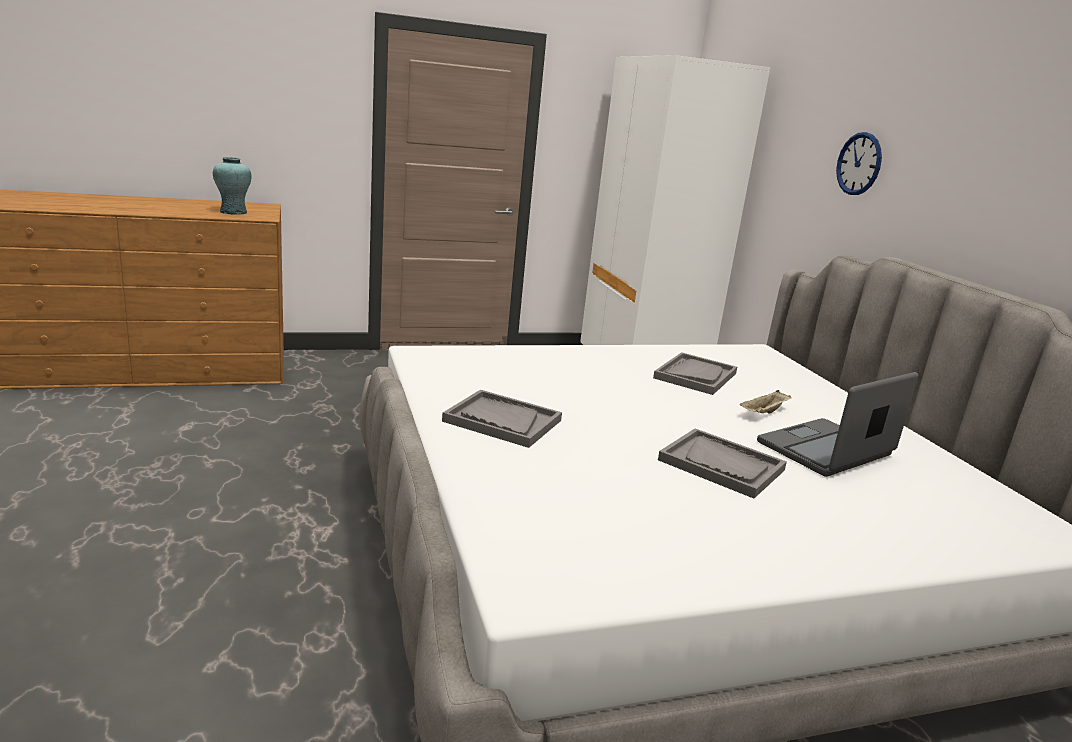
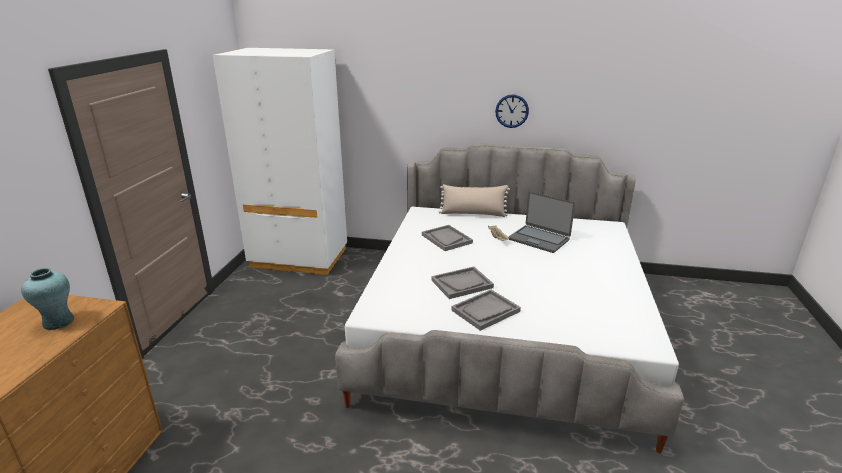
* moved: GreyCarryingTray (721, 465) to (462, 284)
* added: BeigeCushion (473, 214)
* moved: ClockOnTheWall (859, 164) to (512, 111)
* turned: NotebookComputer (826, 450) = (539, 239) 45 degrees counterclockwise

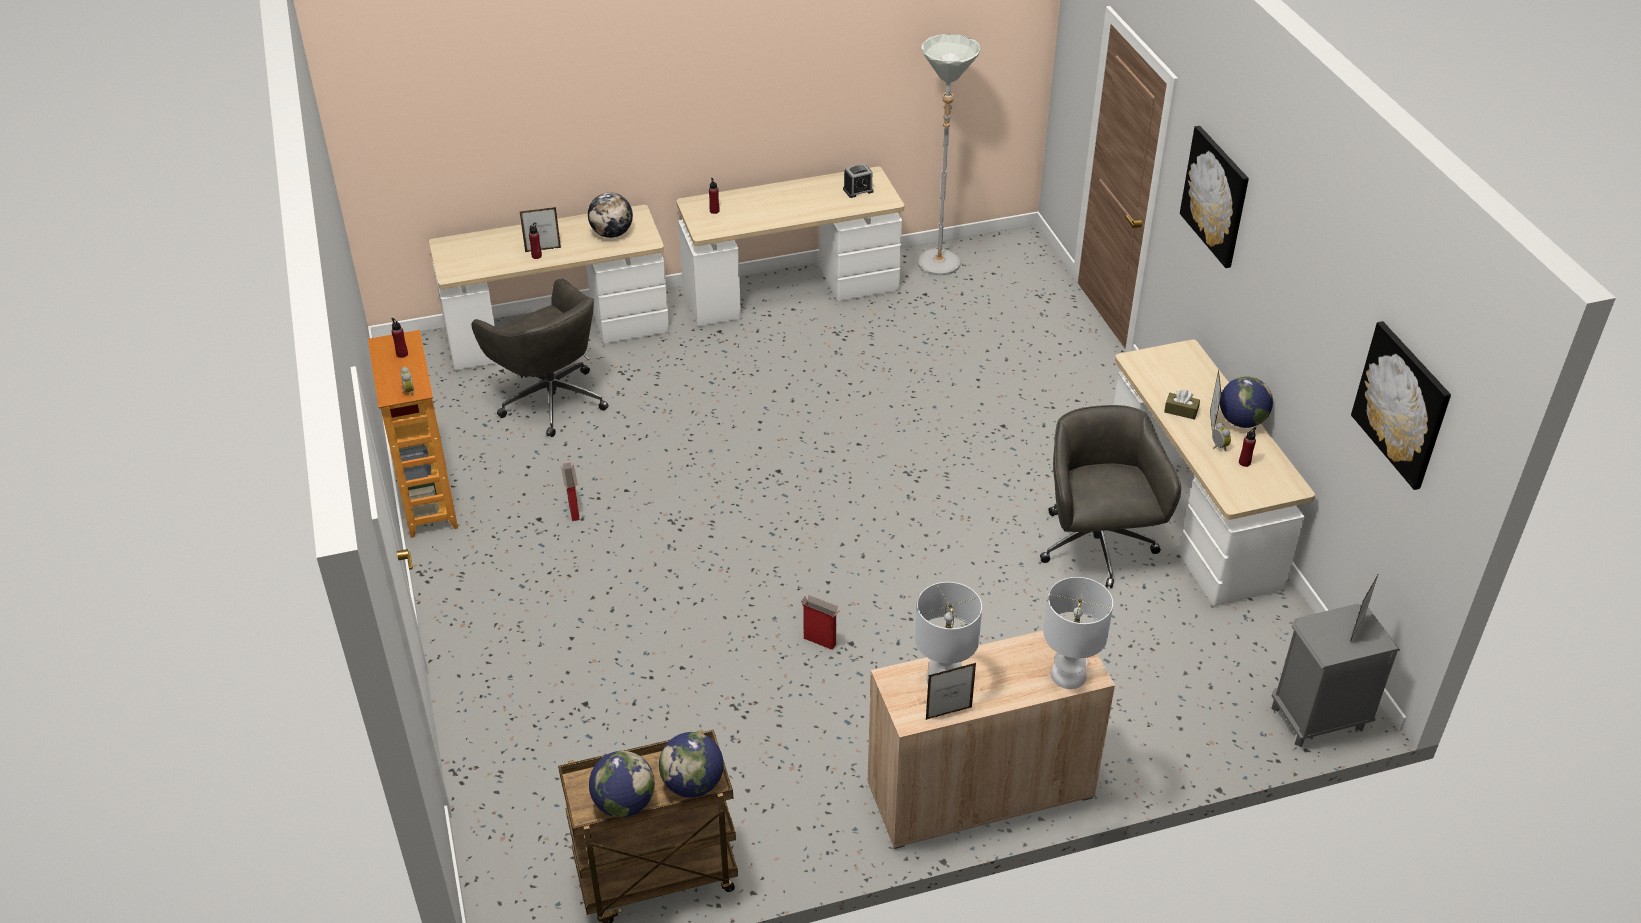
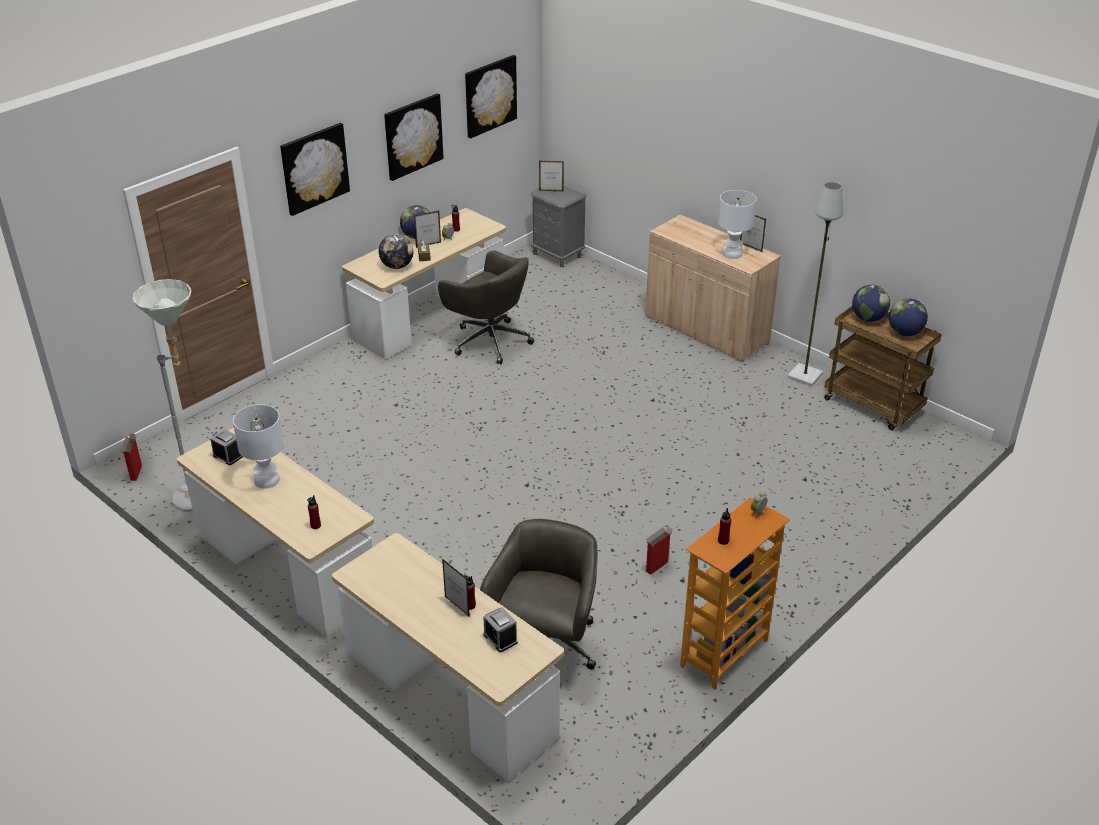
* moved: CardboardBox (820, 641) to (136, 472)
* moved: WhiteColouredLampForATable (1069, 675) to (266, 480)
* moved: Globe (612, 233) to (397, 266)
* added: WallArt (413, 136)
* turned: GreyOfficeChair (1096, 548) = (489, 341) 105 degrees counterclockwise
* added: TableClock (500, 638)
* added: GreyStandardLamp (805, 375)

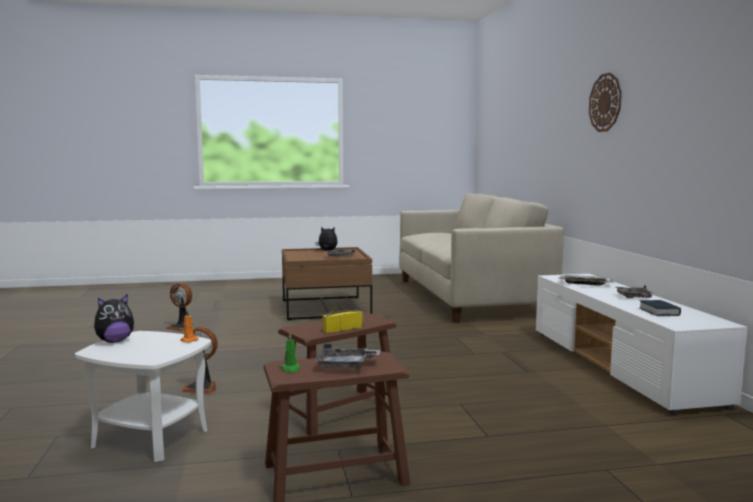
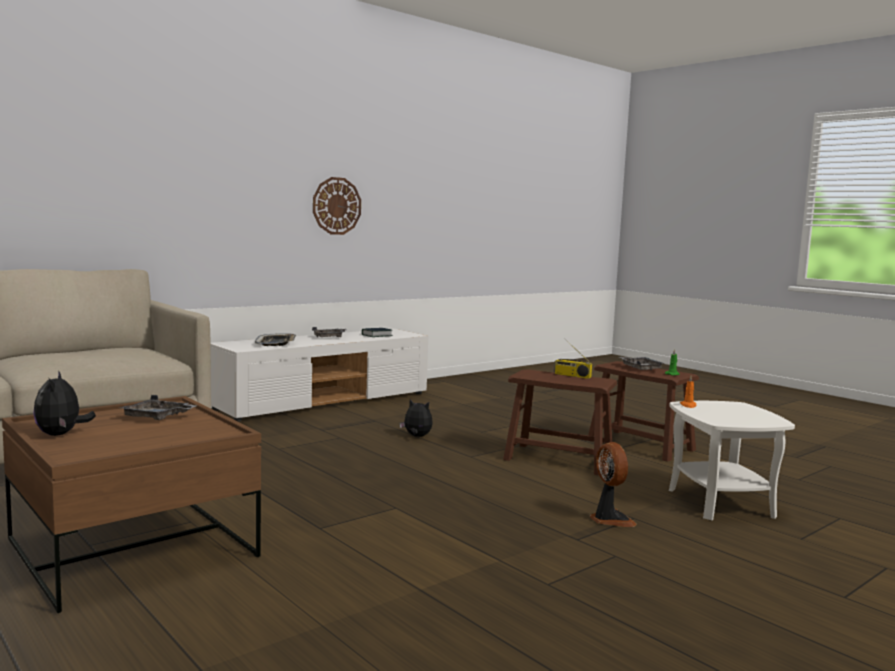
* moved: ClockOnTheWall (605, 102) to (336, 206)
* moved: PlushToy (114, 341) to (417, 436)
* removed: ElectricFan (181, 327)

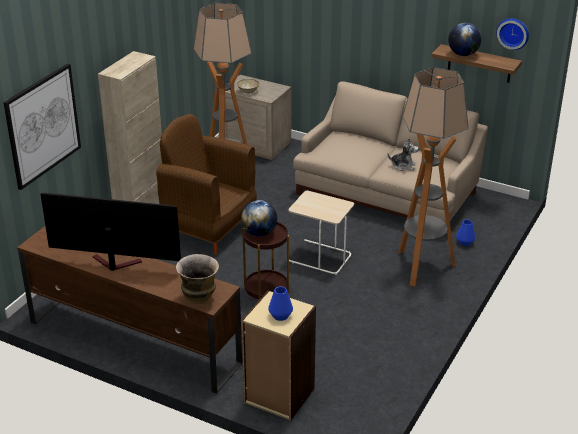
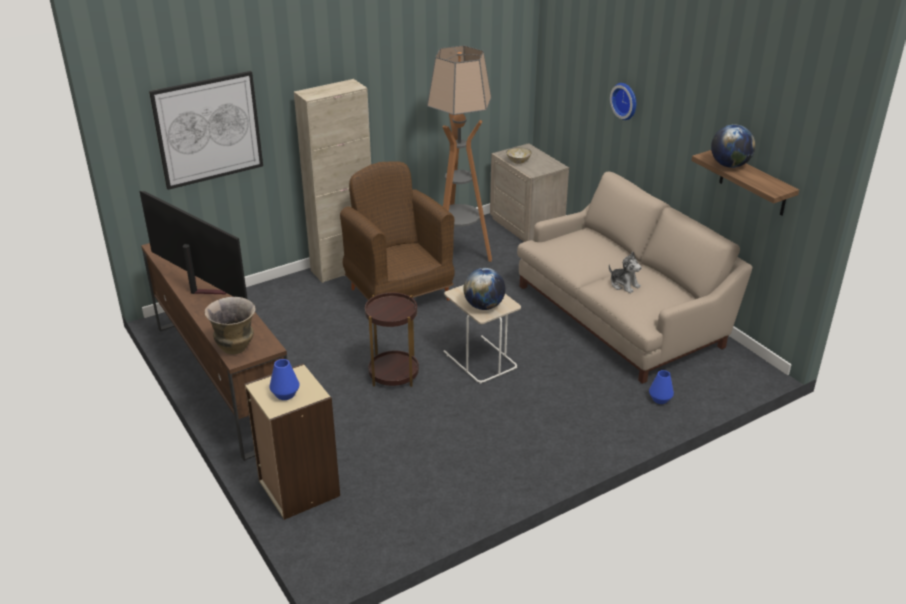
* moved: Globe (259, 233) to (484, 306)
* moved: ClockOnTheWall (513, 33) to (626, 100)
* removed: StandardLamp (422, 267)

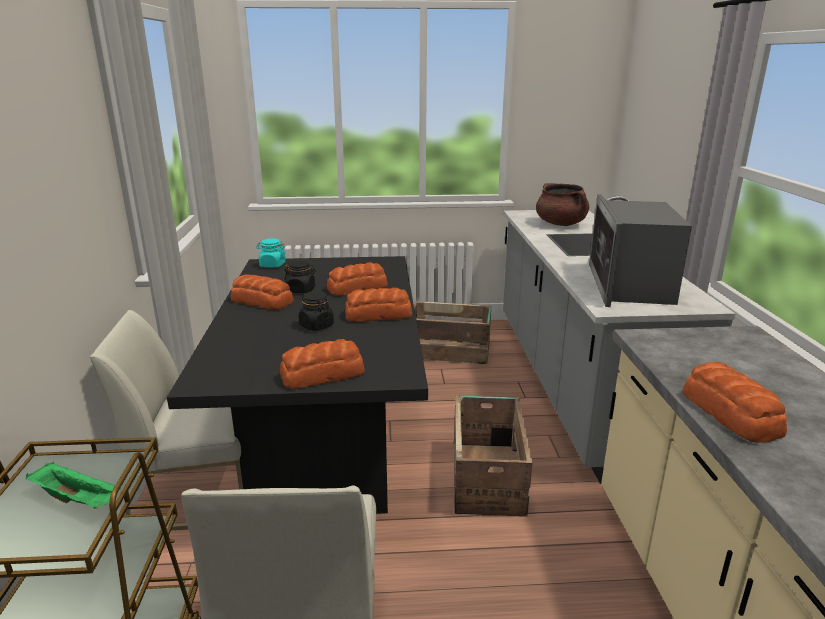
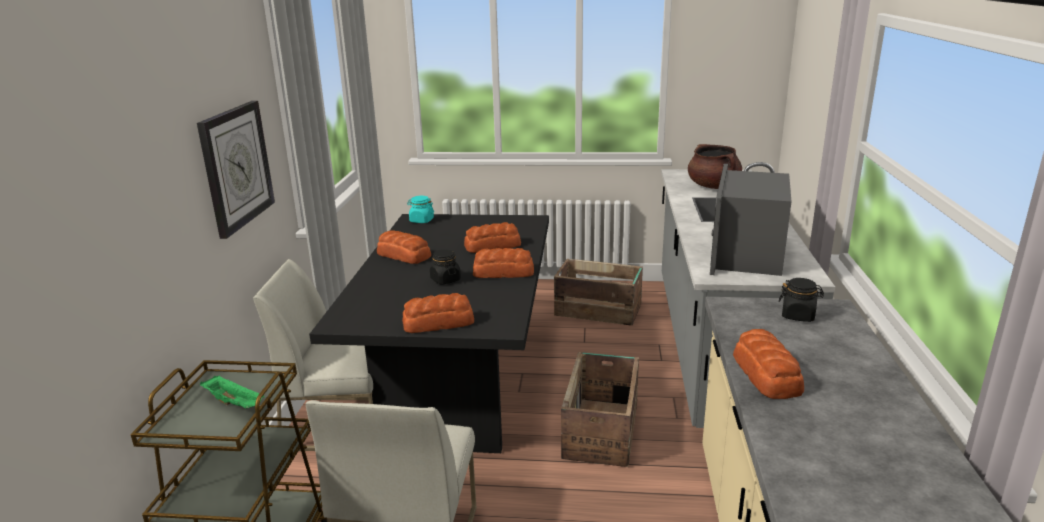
* added: ClockOnTheWall (236, 166)
* moved: BlackJar (301, 290) to (798, 315)

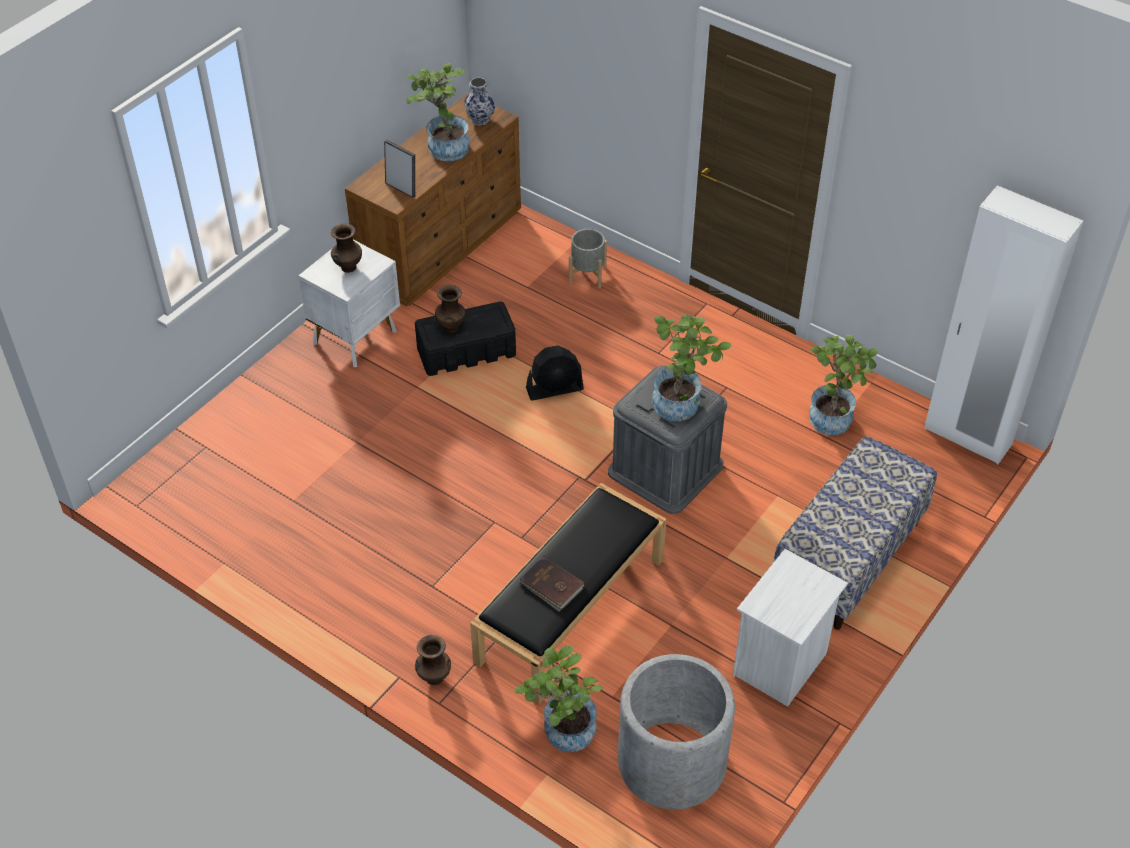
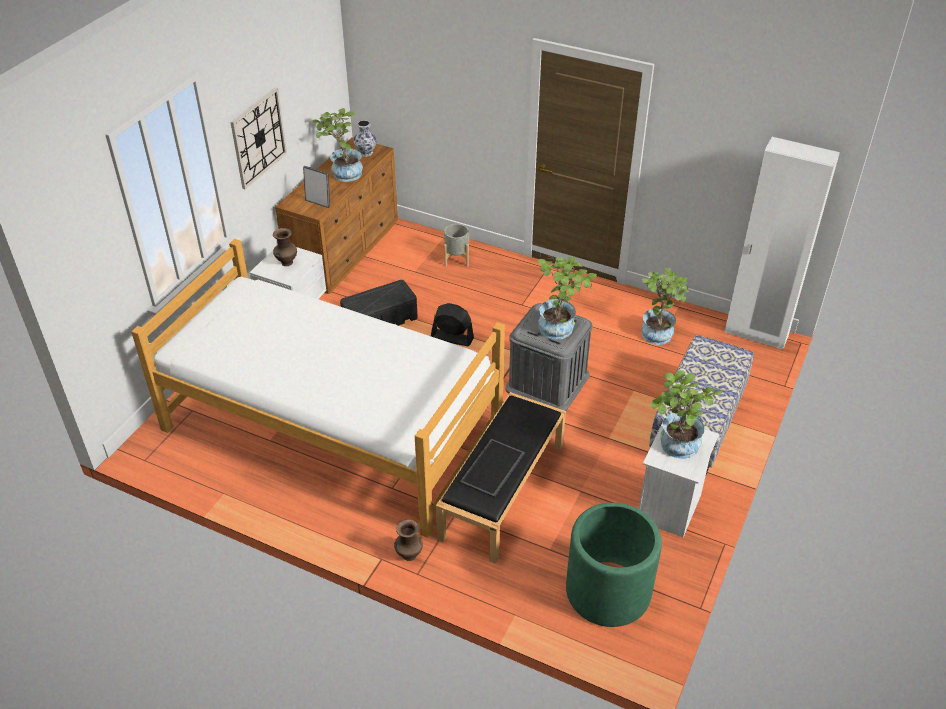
* added: Bed (332, 426)
* added: ClockOnTheWall (258, 138)
* turned: BlackElectricFan (555, 389) = (452, 337) 135 degrees counterclockwise
* replaced: BrownBoundBook (551, 585) to CarryingTray (493, 469)
* recoloured: GreyFlowerPot (671, 762) to GreenishFlowerPot (608, 591)
* moved: PlantInAPot (562, 733) to (675, 447)
* removed: BrownVase (451, 326)

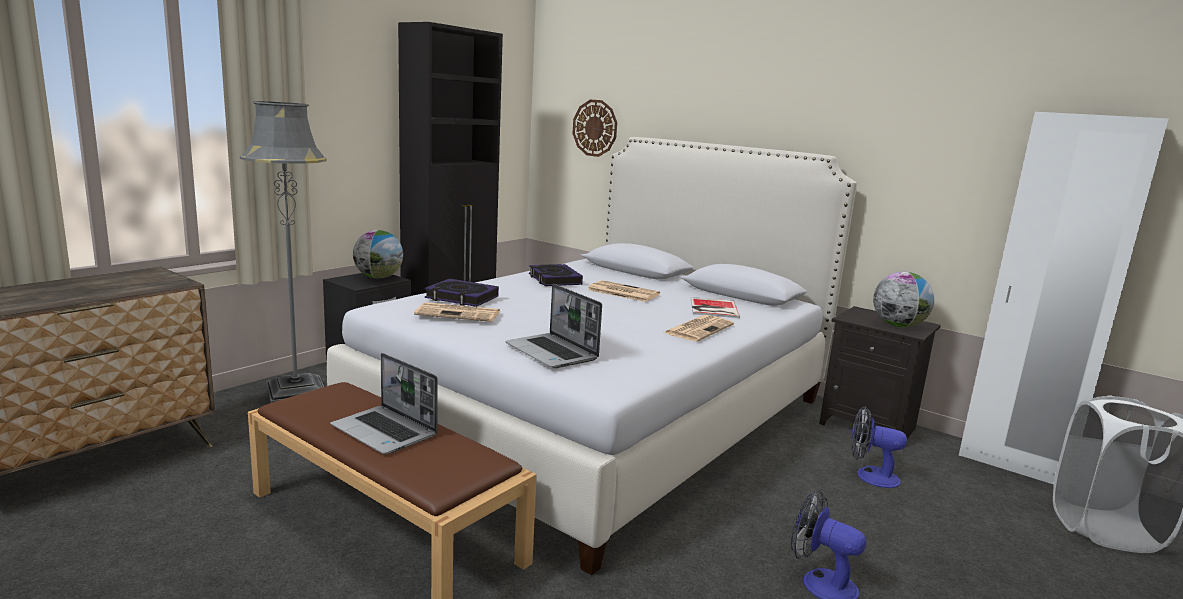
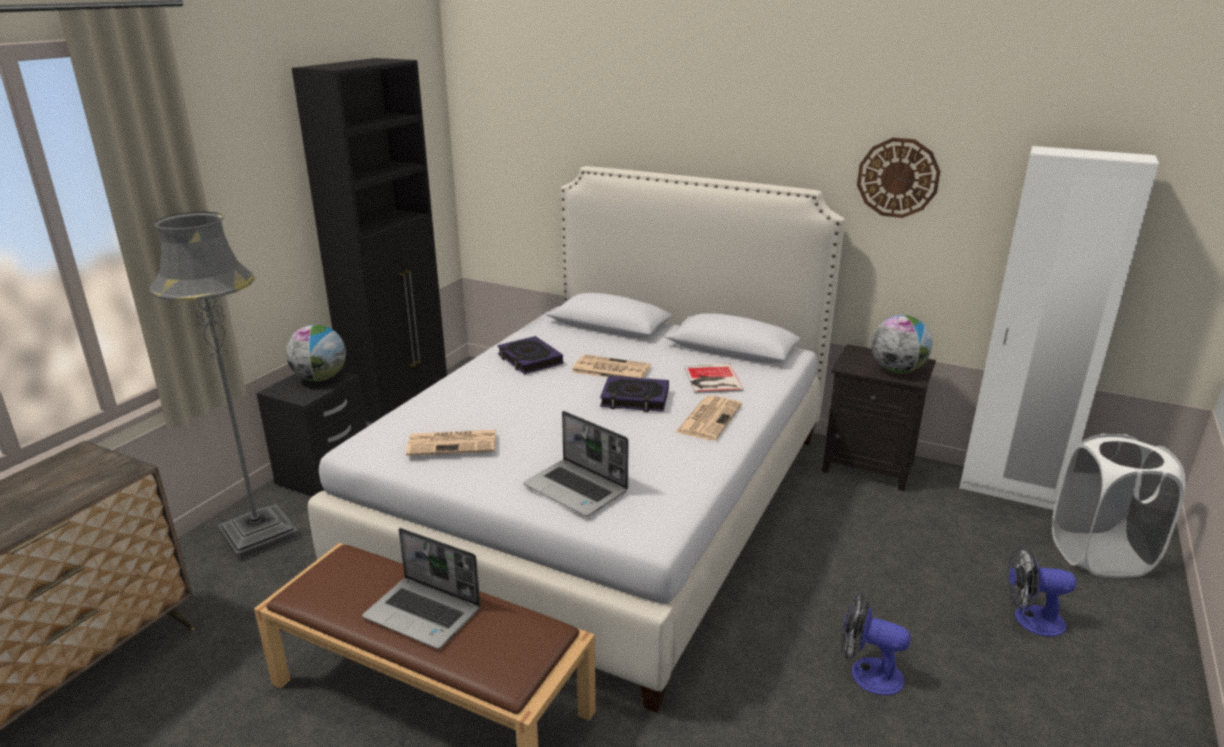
* moved: BoundBook (461, 298) to (635, 399)
* moved: ClockOnTheWall (595, 128) to (898, 178)
* moved: ElectricFan (869, 476) to (1030, 619)

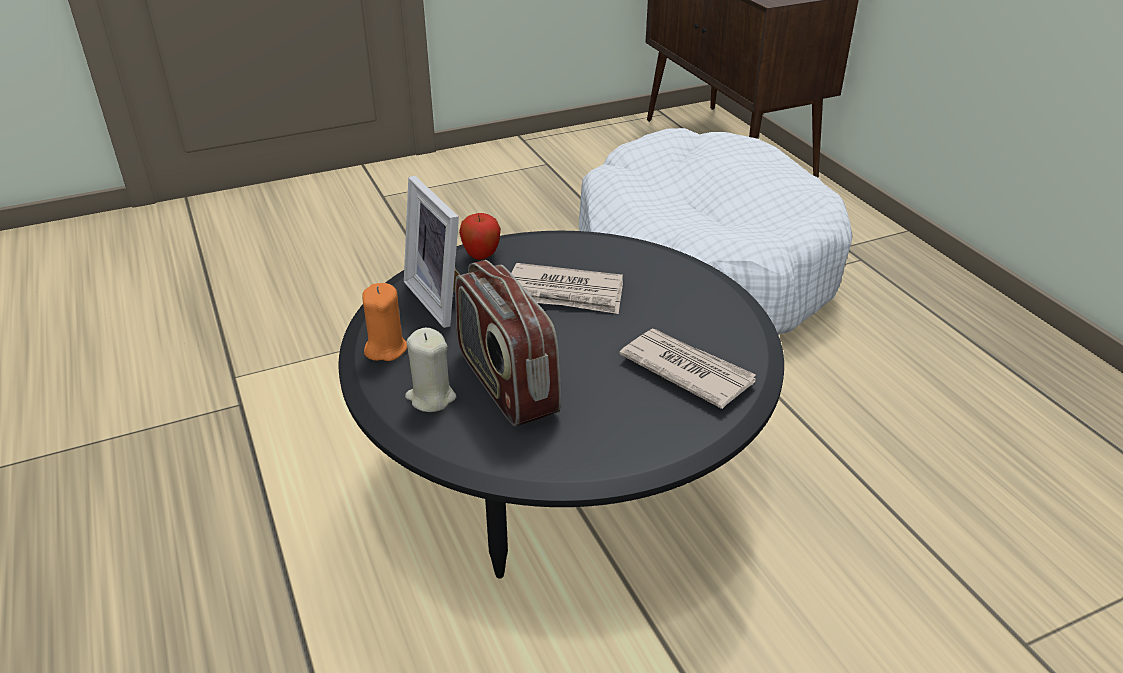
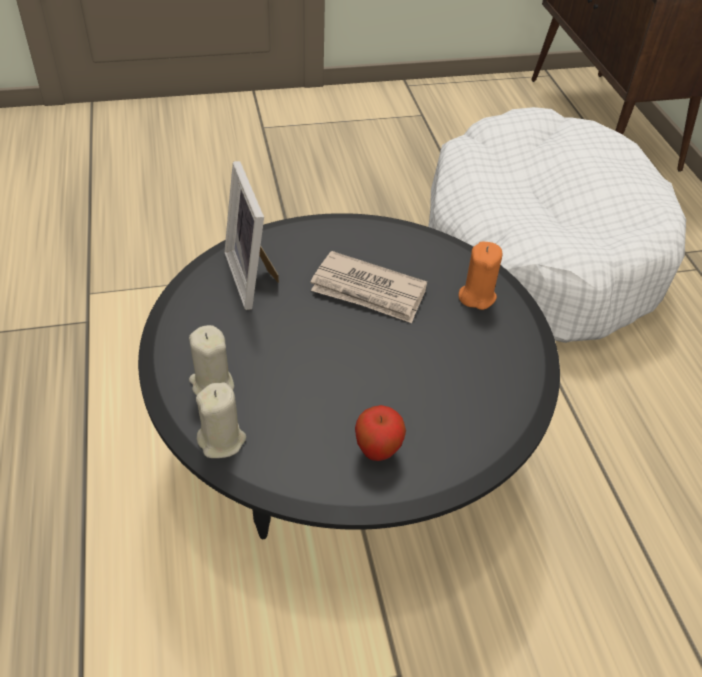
* added: BeigeCandle (222, 440)
* moved: WholeApple (481, 256) to (377, 451)
* moved: OrangeColouredCandle (386, 348) to (476, 296)
* removed: RadioReceiver (505, 383)
* removed: PrintedPaper (686, 370)

